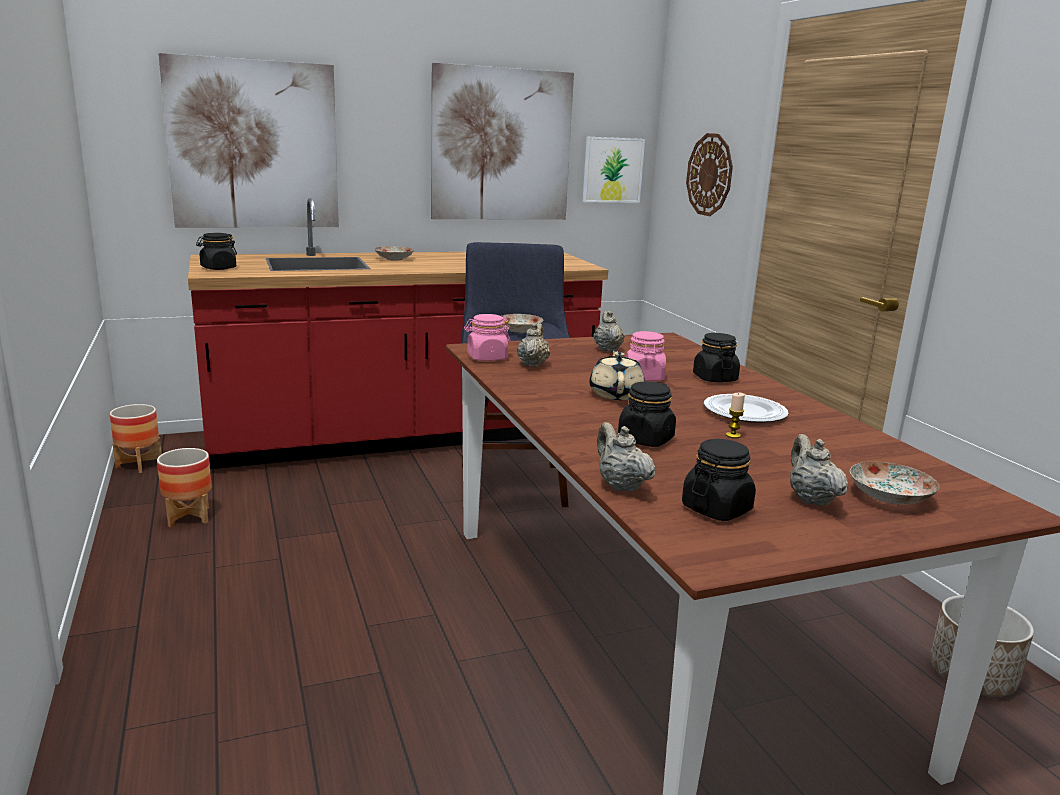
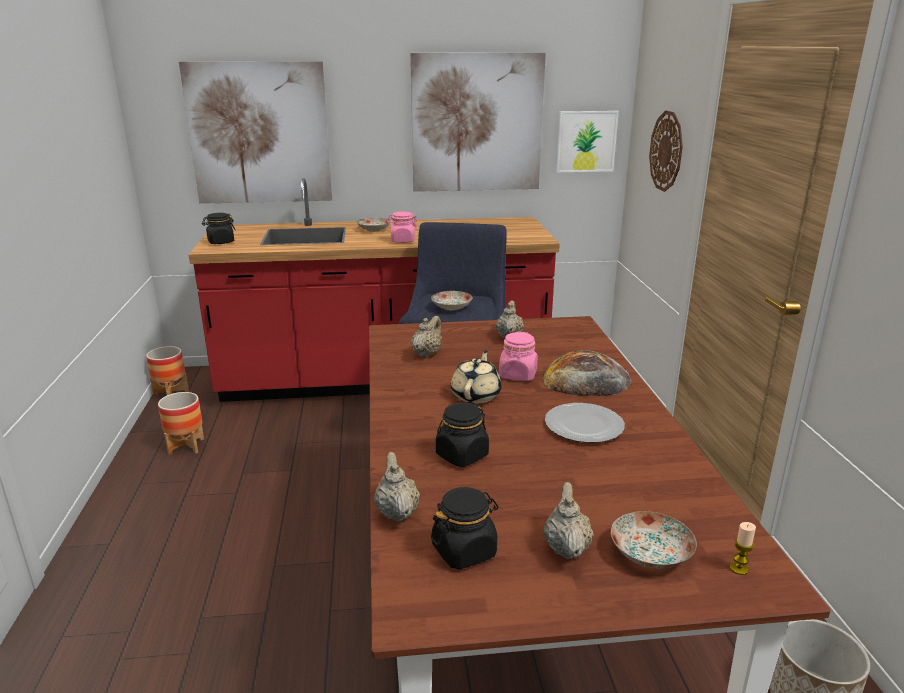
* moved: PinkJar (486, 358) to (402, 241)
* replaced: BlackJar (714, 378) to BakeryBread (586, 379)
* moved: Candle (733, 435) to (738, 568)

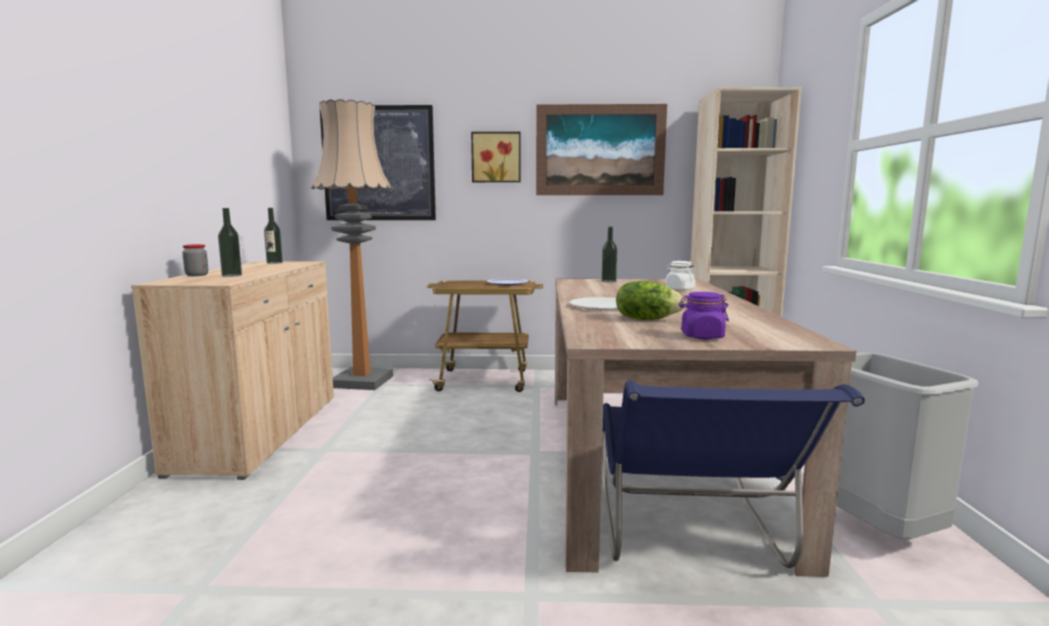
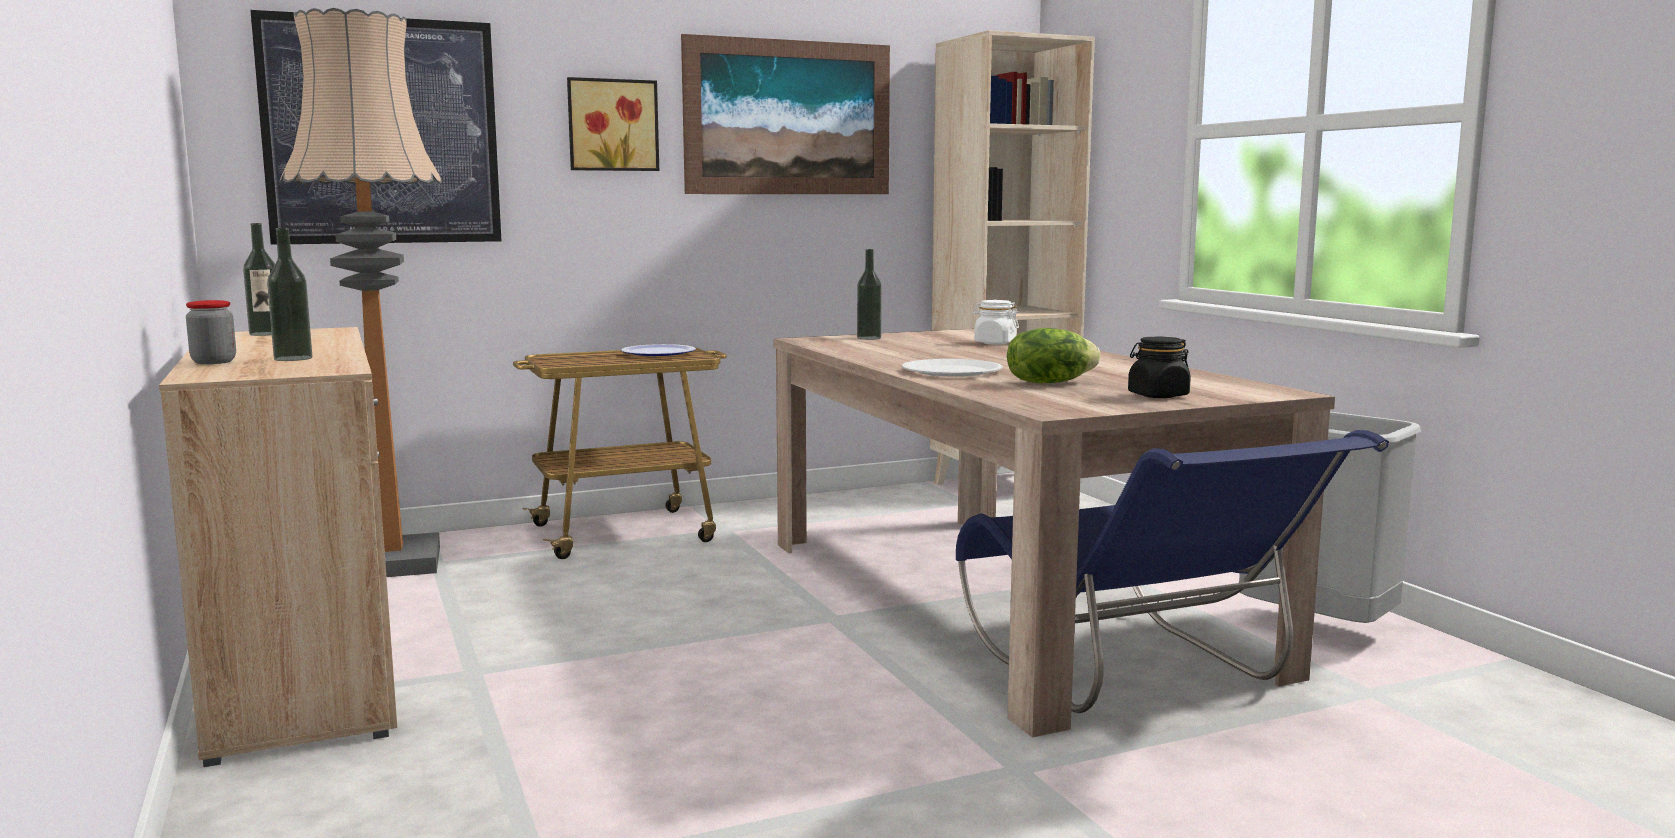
* recoloured: PurplishJar (702, 336) to BlackJar (1158, 395)

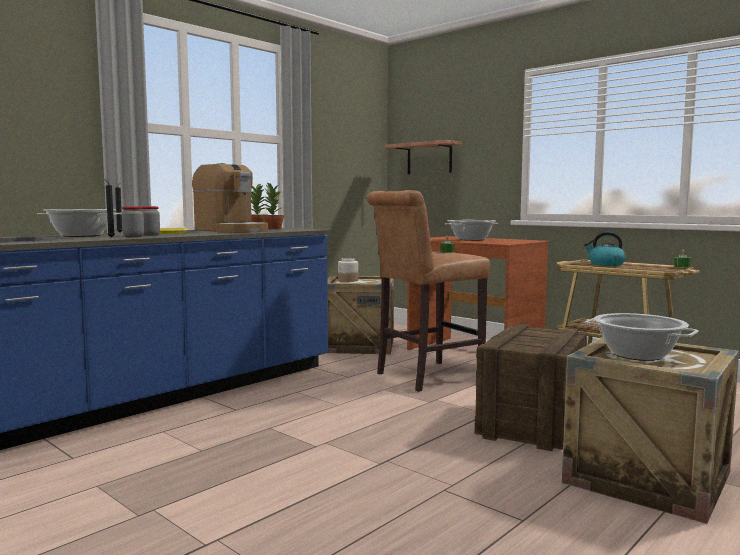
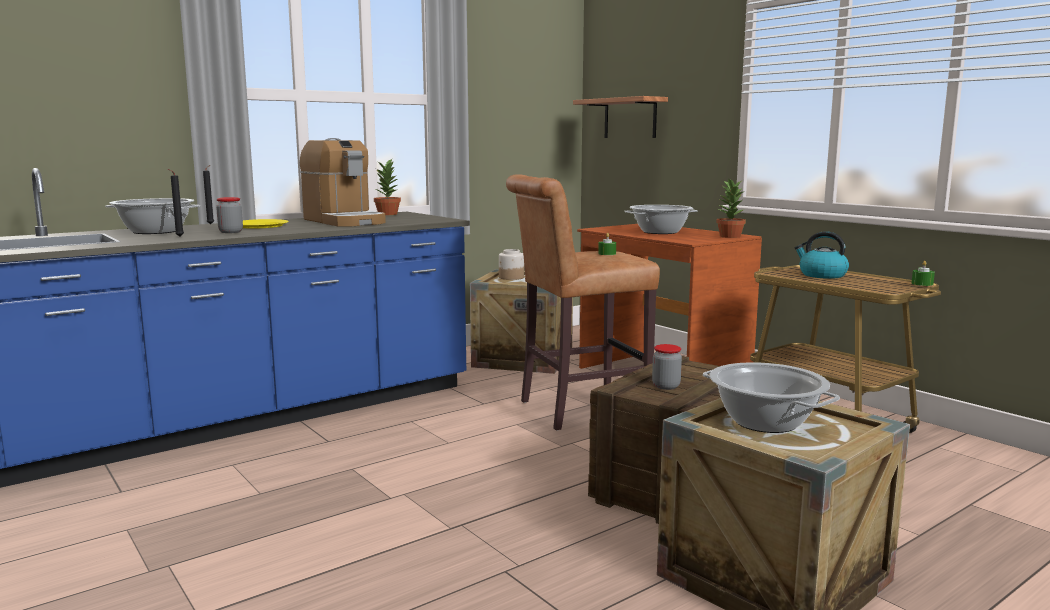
* moved: Jar (133, 236) to (666, 386)
* moved: PlantInAPot (272, 228) to (729, 236)

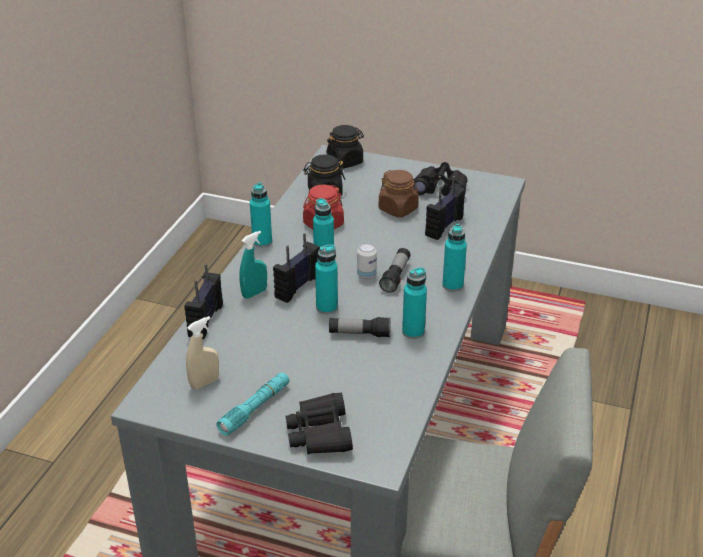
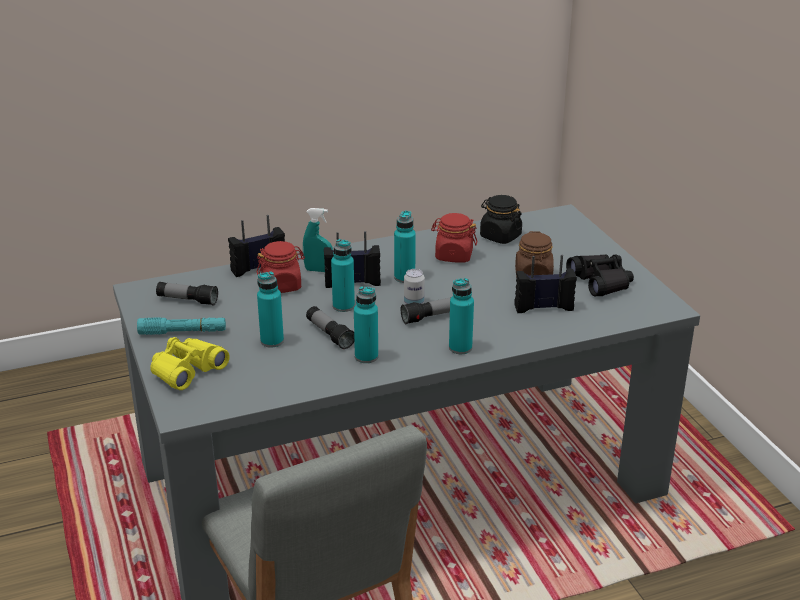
* recoloured: BlackFieldGlasses (320, 433) to YellowishFieldGlasses (187, 370)
* replaced: BeigeHandSprayer (204, 383) to HandTorch (187, 300)
* added: ReddishJar (282, 285)
* moved: BlueGreenBottle (262, 242) to (272, 341)
* removed: BlackJar (345, 161)

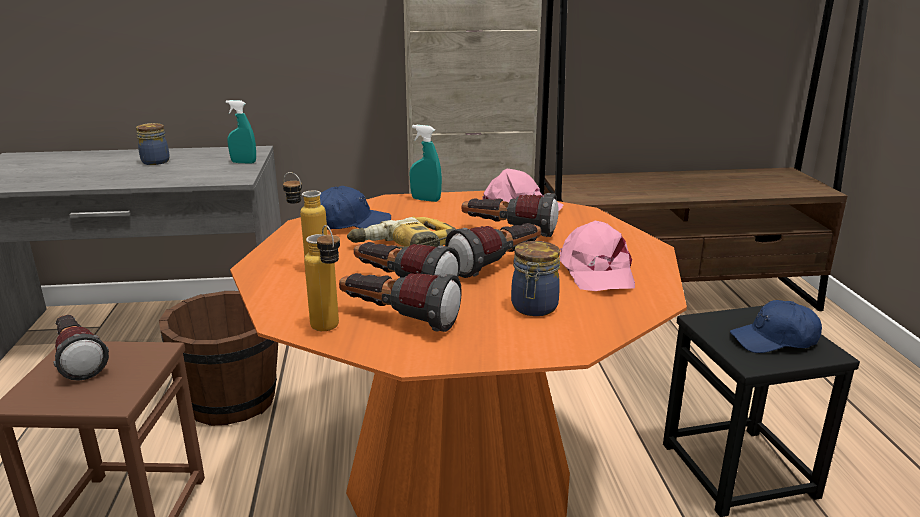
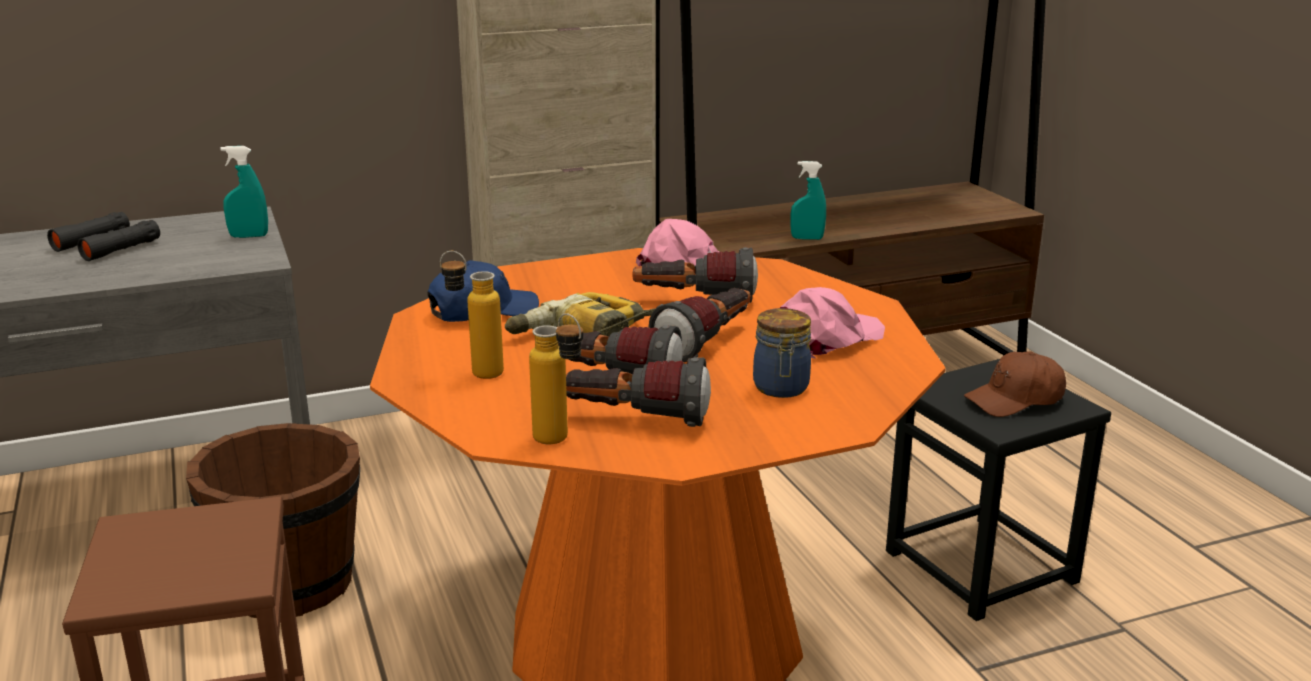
* replaced: Jar (155, 161) to BlackFieldGlasses (106, 245)
* turned: PinkPeakedCap (596, 271) = (826, 339) 105 degrees counterclockwise
* moved: BlueGreenHandSprayer (425, 200) to (807, 238)
* recoloured: BluishPeakedCap (774, 340) to BrownPeakedCap (1015, 400)
* removed: HandTorch (78, 360)

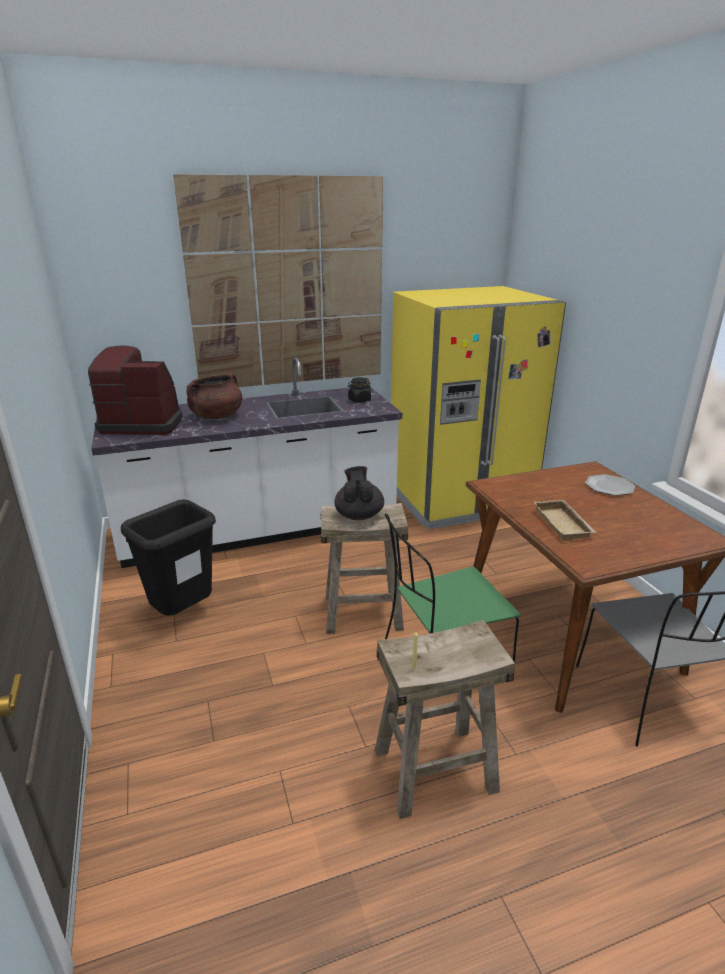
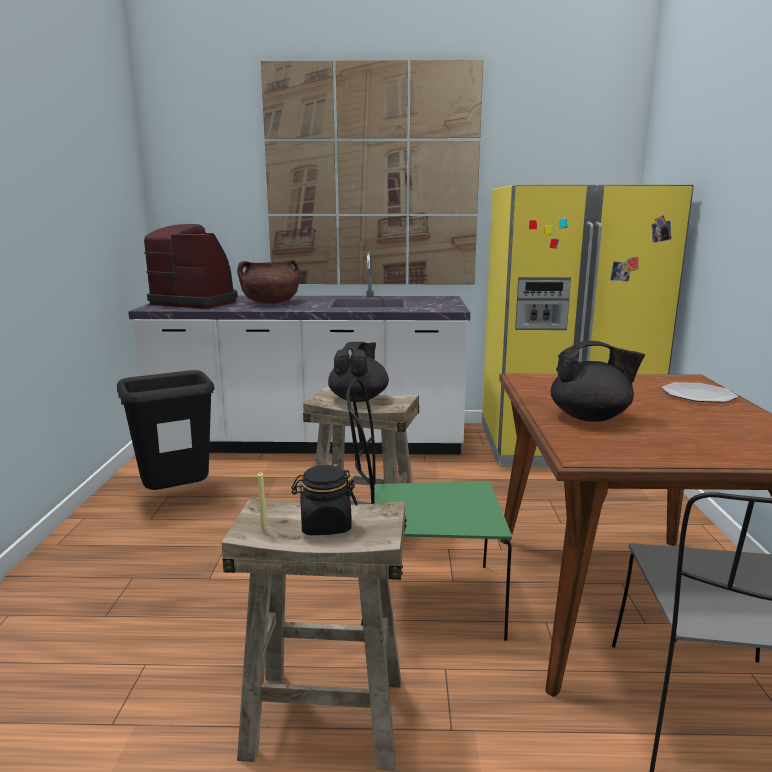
* moved: BlackJar (359, 400) to (325, 525)
* replaced: BeigeCarryingTray (564, 524) to BlackTeapot (591, 417)

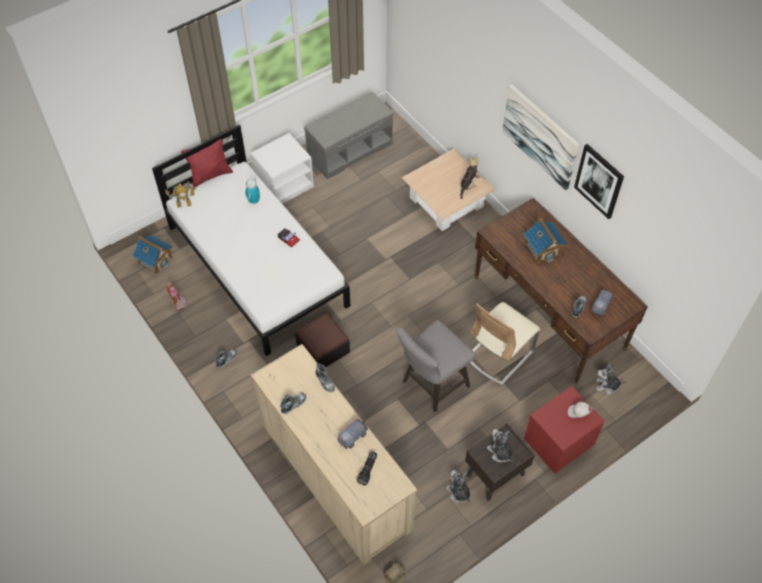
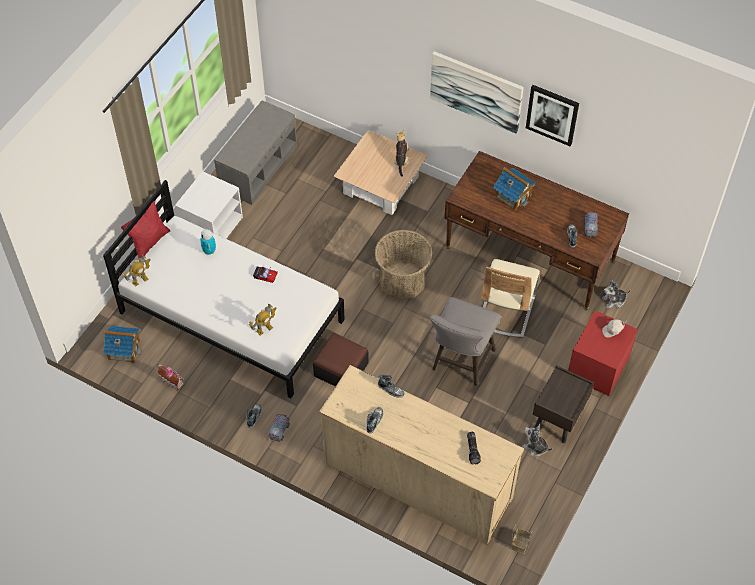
* added: RobotFigure (264, 329)
* moved: ToyLorry (353, 437) to (279, 431)
* added: Basket (402, 280)
* removed: PlushToy (500, 452)

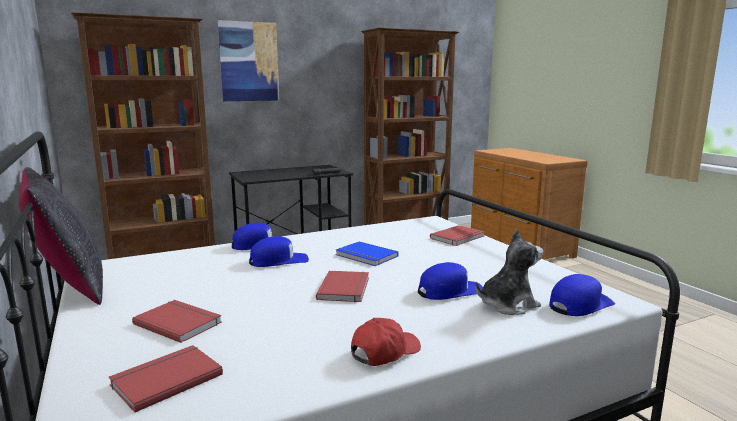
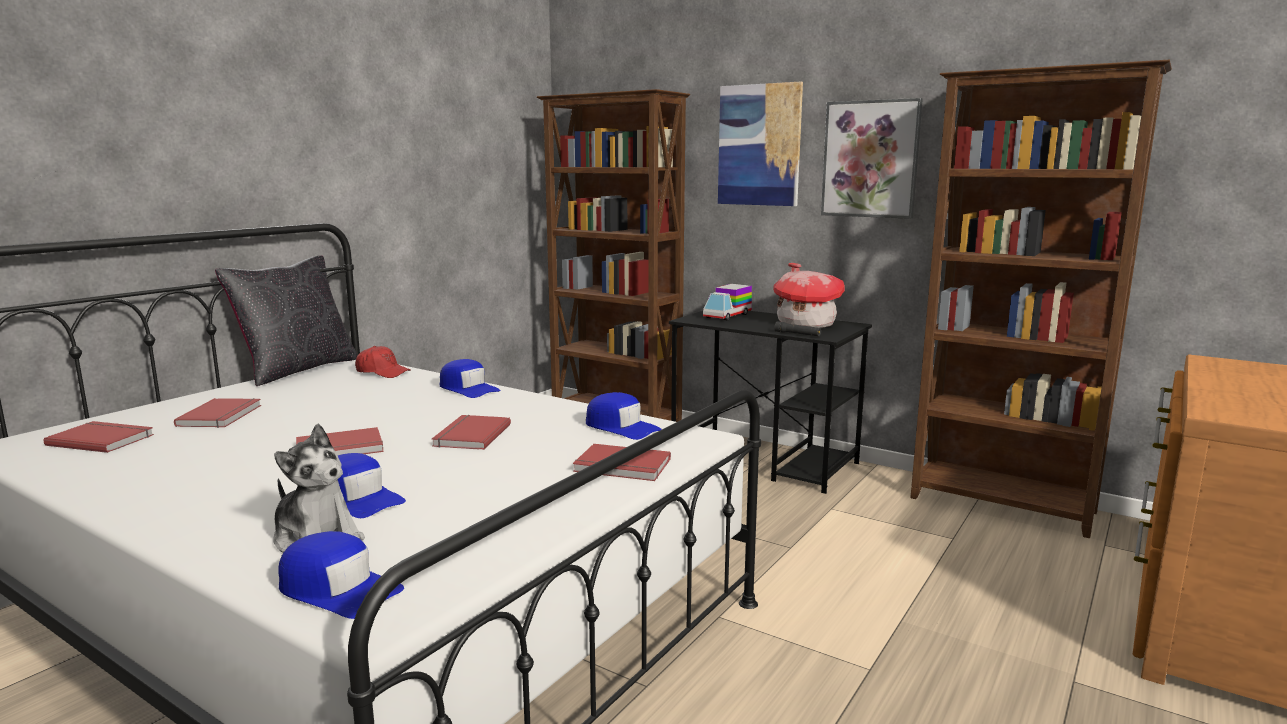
* moved: ReddishPeakedCap (385, 352) to (382, 372)
* recoloured: BluishBoundBook (365, 256) to ReddishBoundBook (470, 435)
* moved: BluishPeakedCap (279, 261) to (621, 427)
* added: ToyLorry (727, 315)
* added: ToyHouse (805, 324)
* added: WallArt (870, 159)

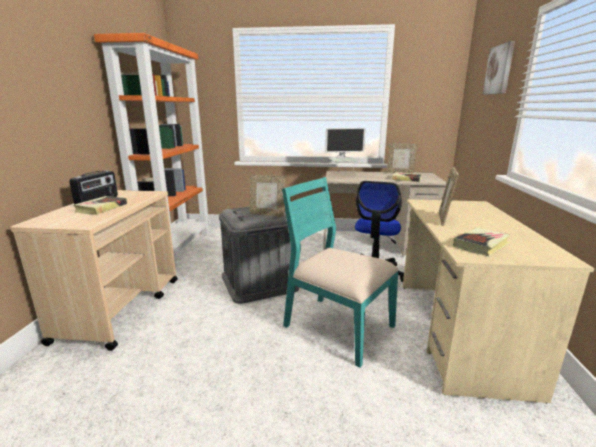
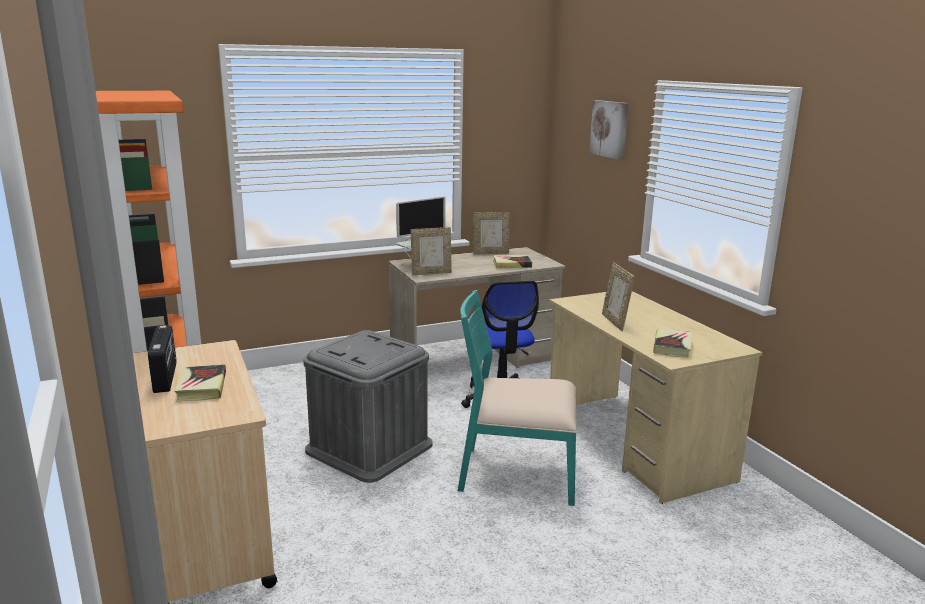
* moved: PhotoFrame (267, 214) to (431, 273)

